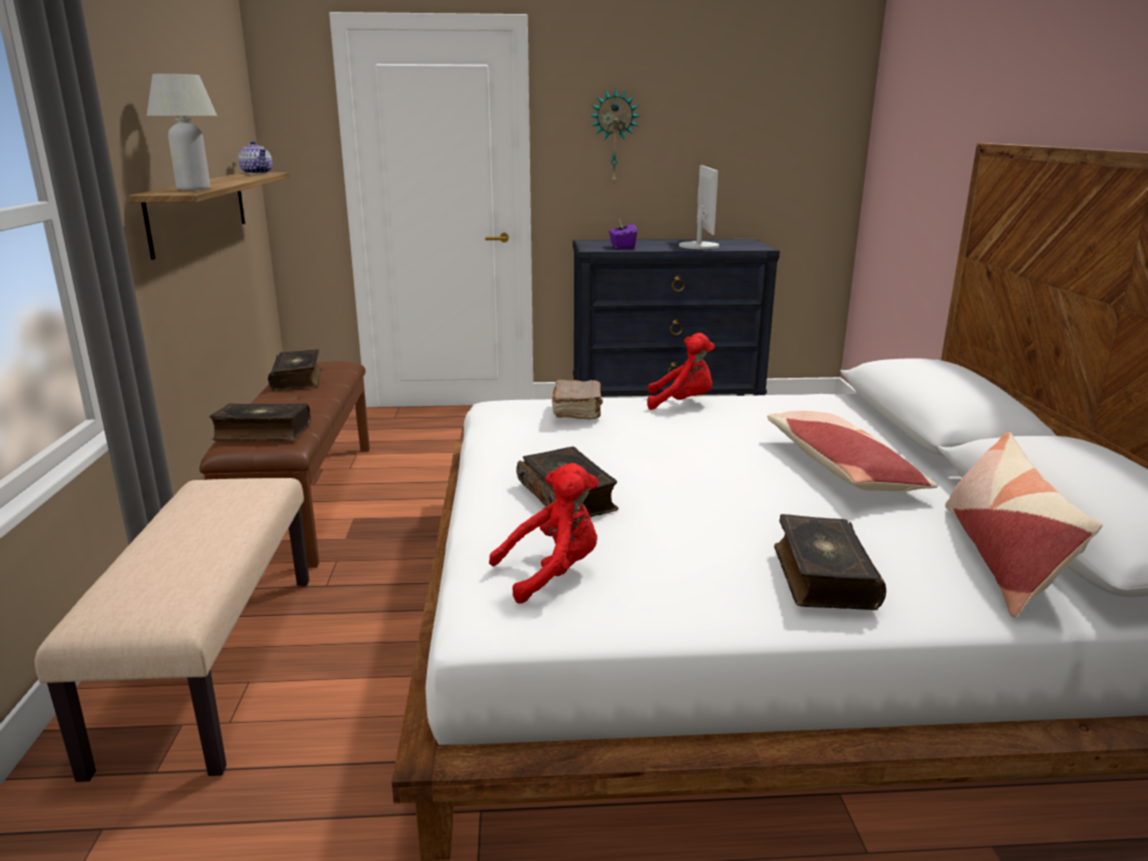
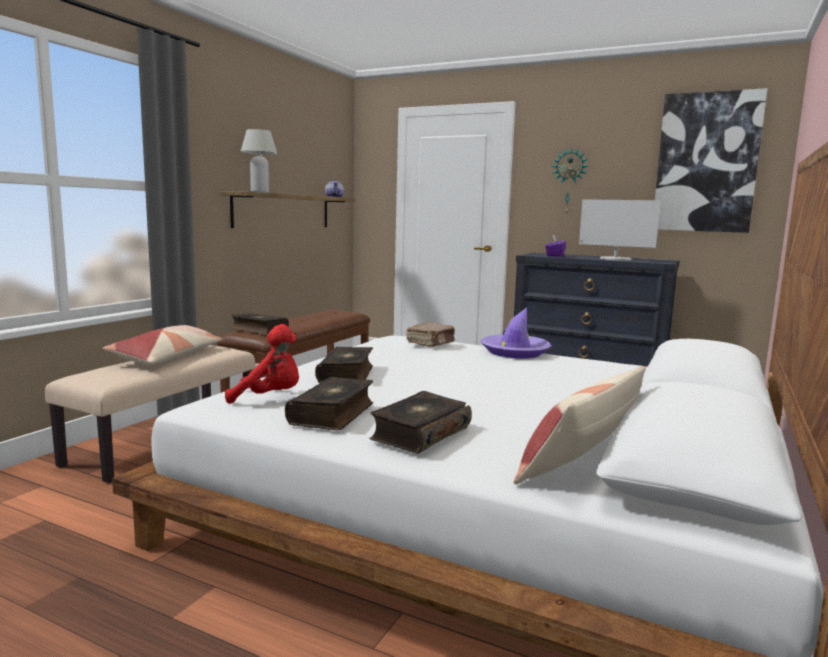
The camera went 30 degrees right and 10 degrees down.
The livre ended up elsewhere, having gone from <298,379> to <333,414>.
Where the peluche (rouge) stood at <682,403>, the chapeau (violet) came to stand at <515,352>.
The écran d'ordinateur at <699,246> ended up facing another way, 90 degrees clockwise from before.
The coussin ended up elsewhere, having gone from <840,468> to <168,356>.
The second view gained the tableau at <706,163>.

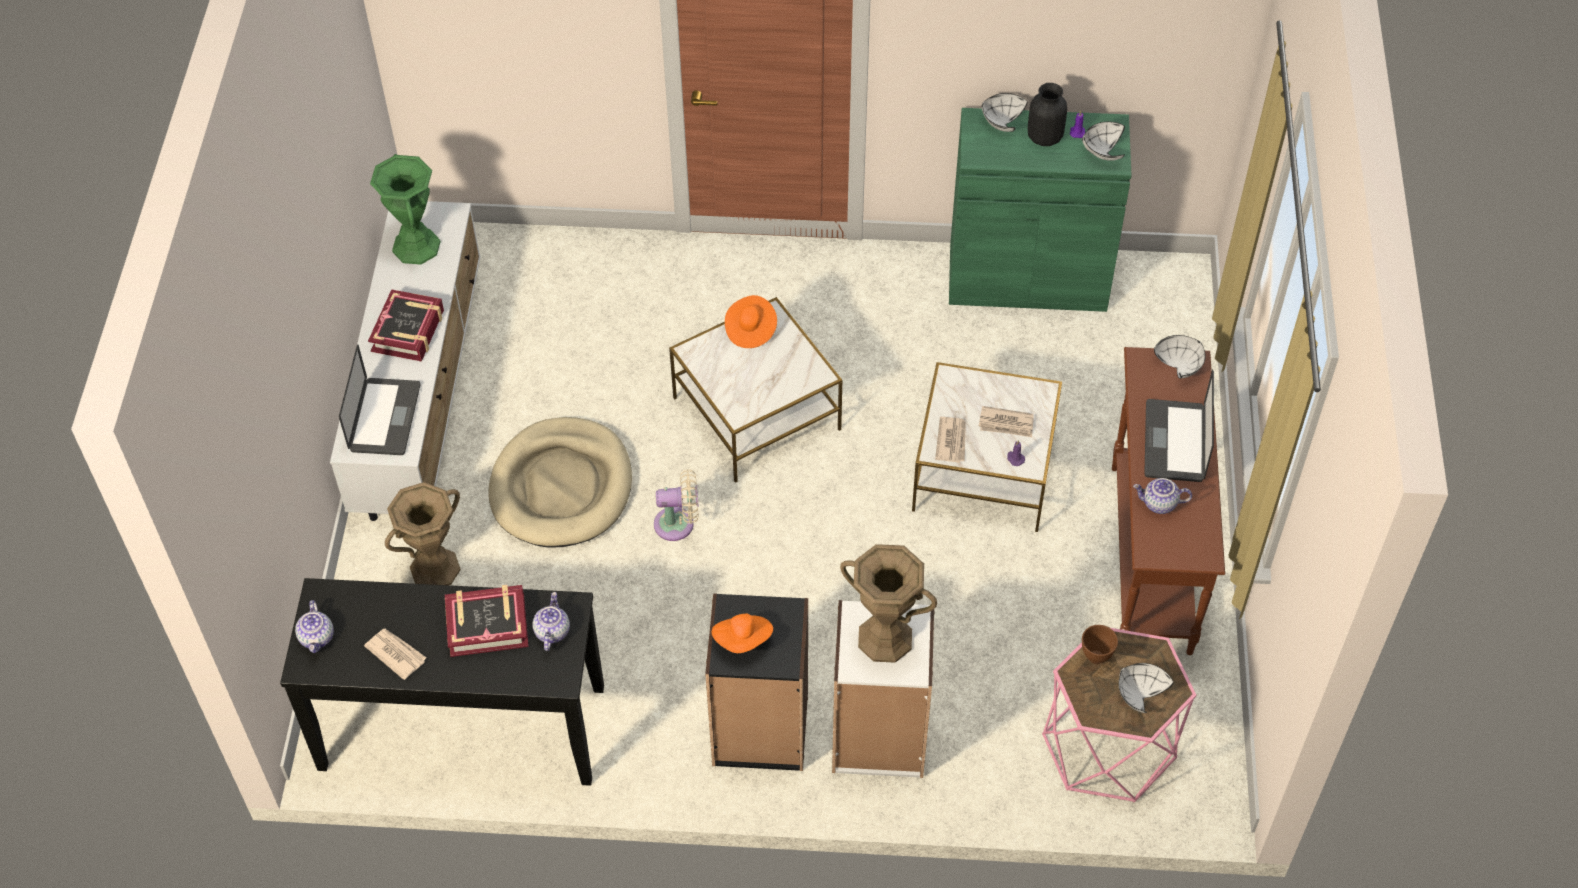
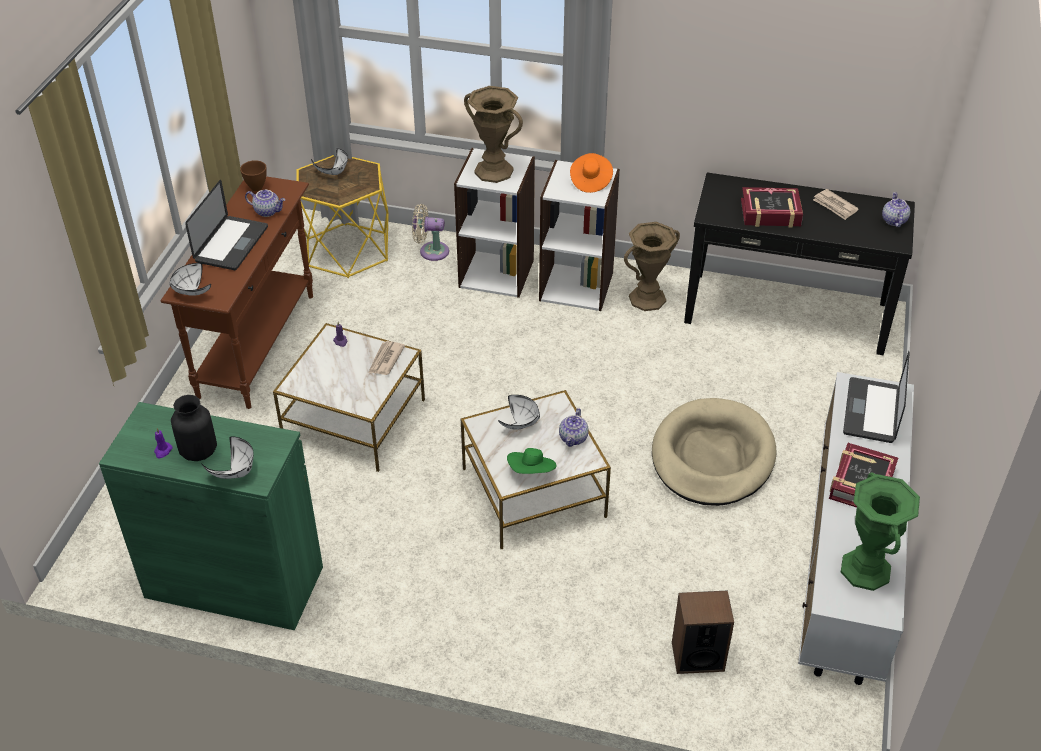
The camera went 170 degrees left and 10 degrees down.
The vase (marron) ended up elsewhere, having gone from <435,569> to <647,299>.
The théière ended up elsewhere, having gone from <551,631> to <573,438>.
The ventilateur (beige) ended up elsewhere, having gone from <678,524> to <431,251>.
What was the bibliothèque (noir) at <760,730> turned into the bibliothèque (blanc) at <576,286>.
What was the chapeau (orange) at <750,330> turned into the chapeau (vert) at <532,471>.
The second view lost the journal at <1006,424>.
What was the table d'appoint (rose) at <1108,746> turned into the table d'appoint (jaune) at <347,250>.
The bol (blanc) ended up elsewhere, having gone from <1101,153> to <521,423>.
The bol (marron) ended up elsewhere, having gone from <1095,657> to <257,187>.
The second view gained the enceinte at <697,656>.

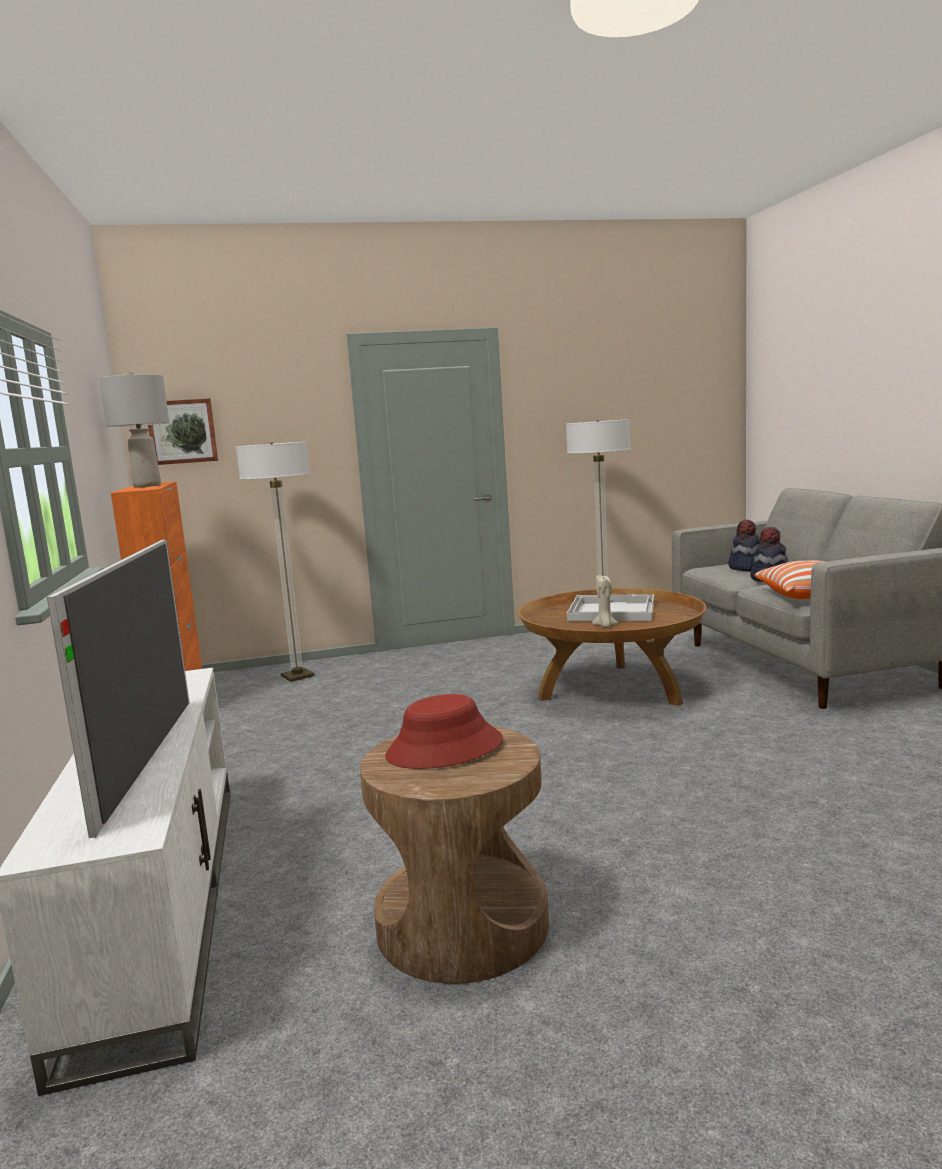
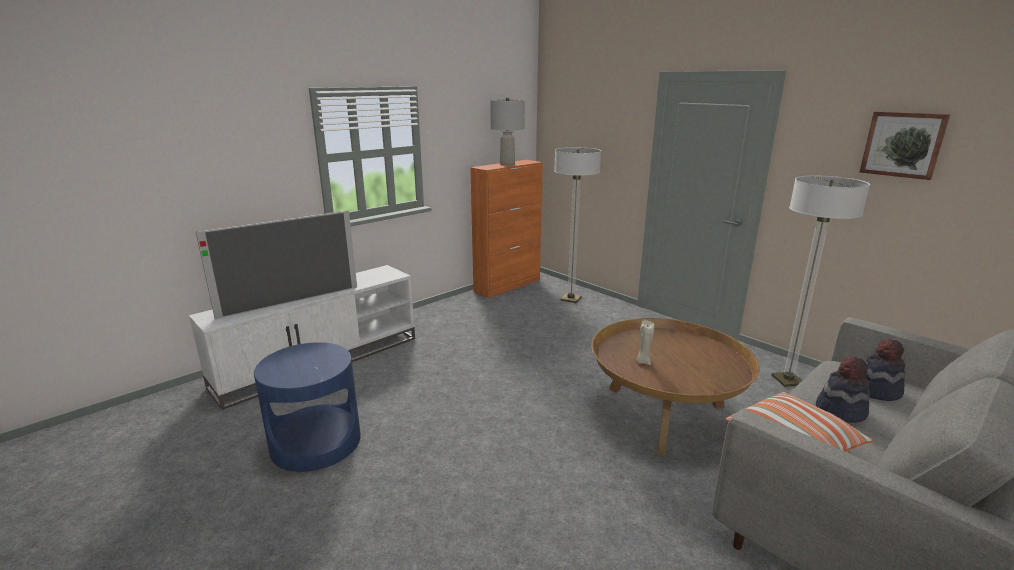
The camera went 60 degrees right and 10 degrees up.
The tableau ended up elsewhere, having gone from <182,431> to <903,144>.
What was the table d'appoint (marron) at <462,924> turned into the table d'appoint (bleu) at <316,442>.
The second view lost the chapeau (rouge) at <444,749>.
The second view lost the plateau (blanc) at <611,610>.

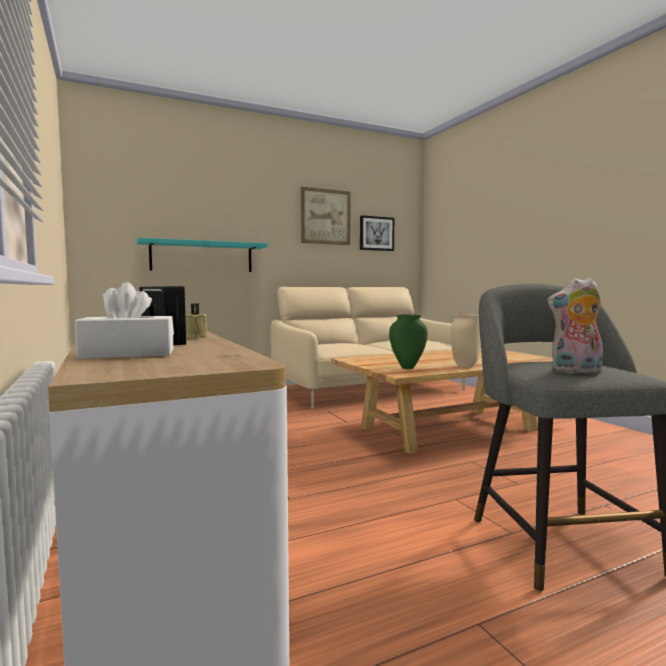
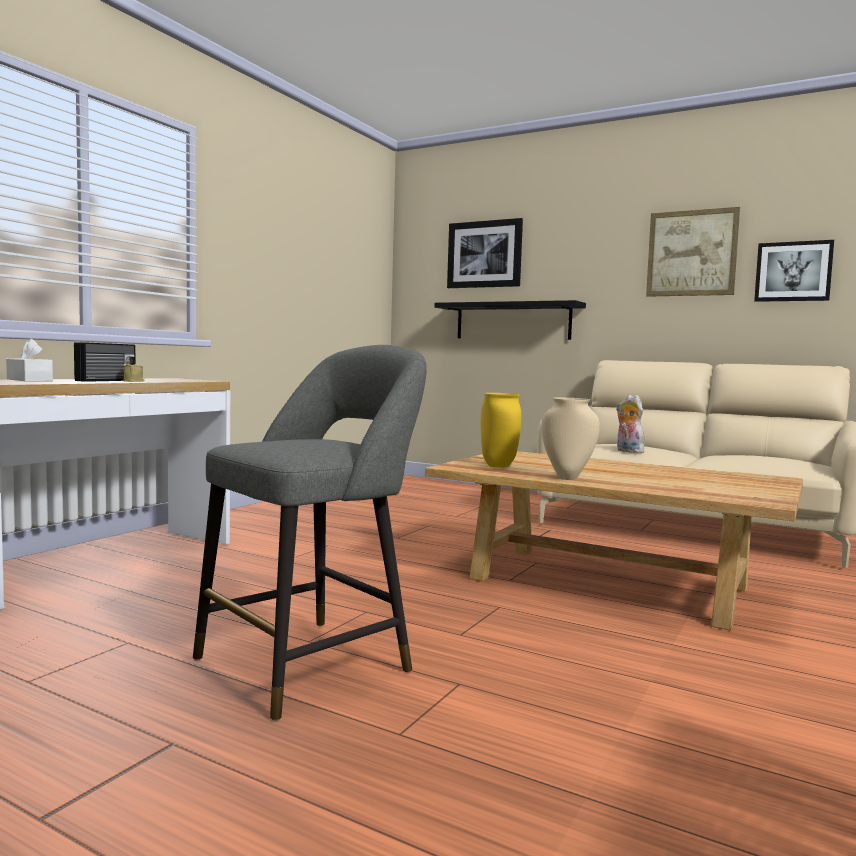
The camera went 55 degrees right and 0 degrees up.
What was the étagère (turquoise) at <202,257> turned into the étagère (noir) at <512,321>.
What was the vase (vert) at <407,368> turned into the vase (jaune) at <497,466>.
The peluche ended up elsewhere, having gone from <576,372> to <627,451>.
The second view gained the tableau at <484,254>.

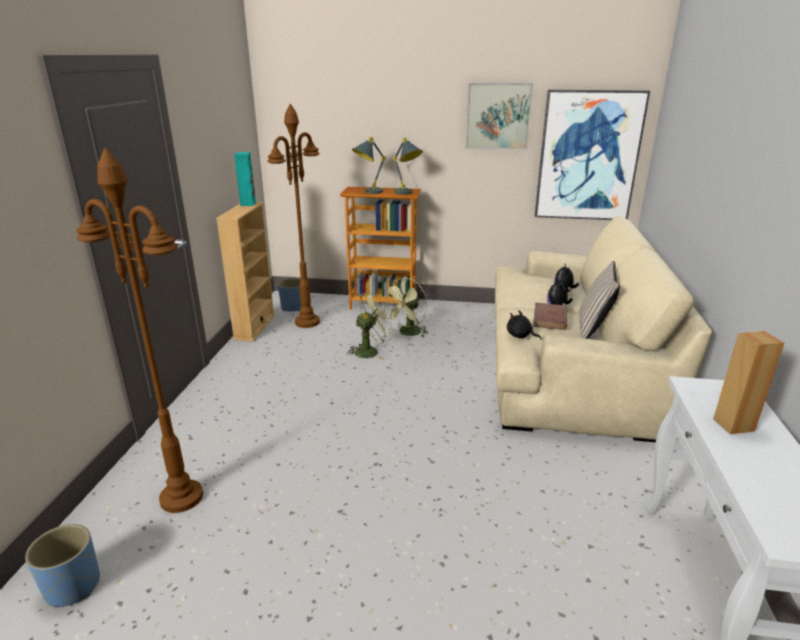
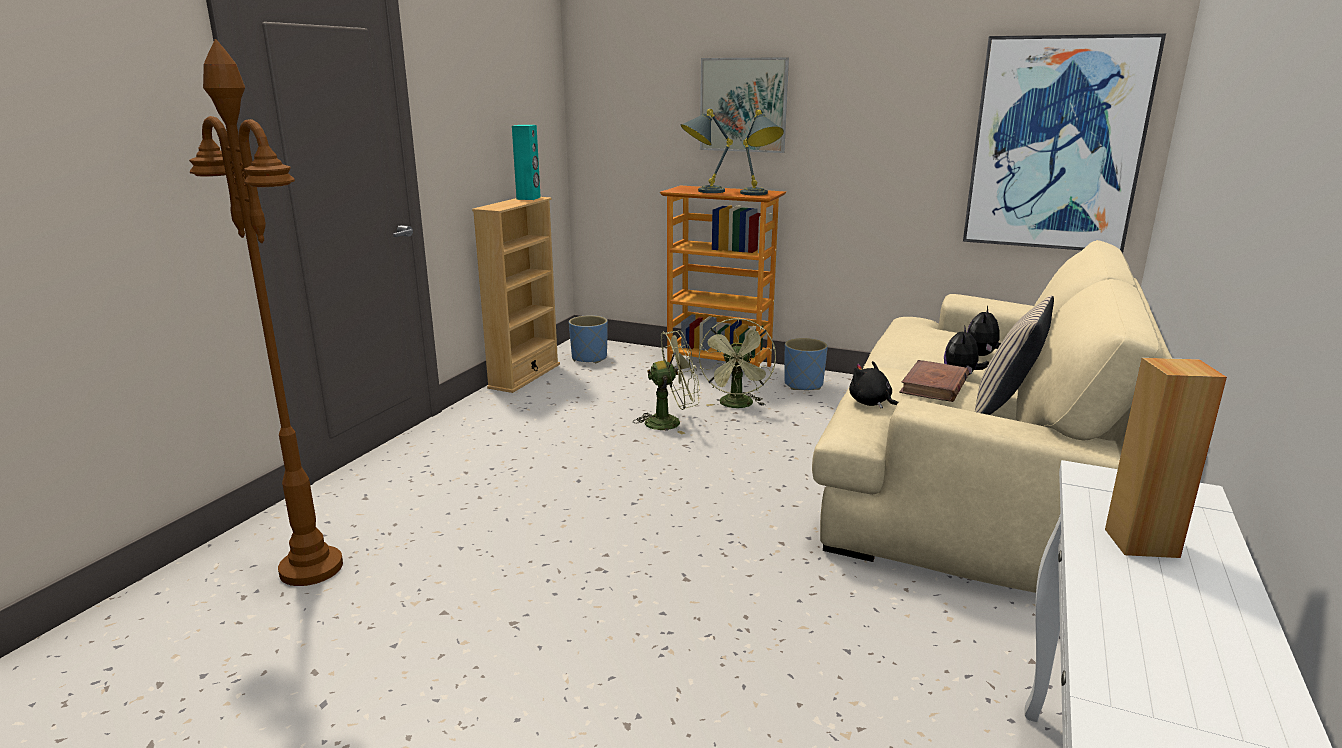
The camera went 15 degrees right and 5 degrees down.
The cache-pot (bleu) ended up elsewhere, having gone from <72,586> to <803,384>.
The second view lost the lampadaire (marron) at <307,322>.
The ventilateur (vert) at <407,333> ended up facing another way, 45 degrees counterclockwise from before.
The tableau ended up elsewhere, having gone from <498,116> to <743,105>.

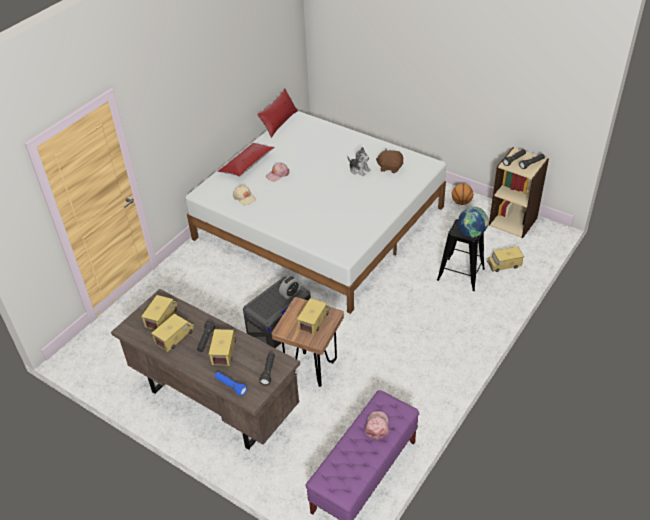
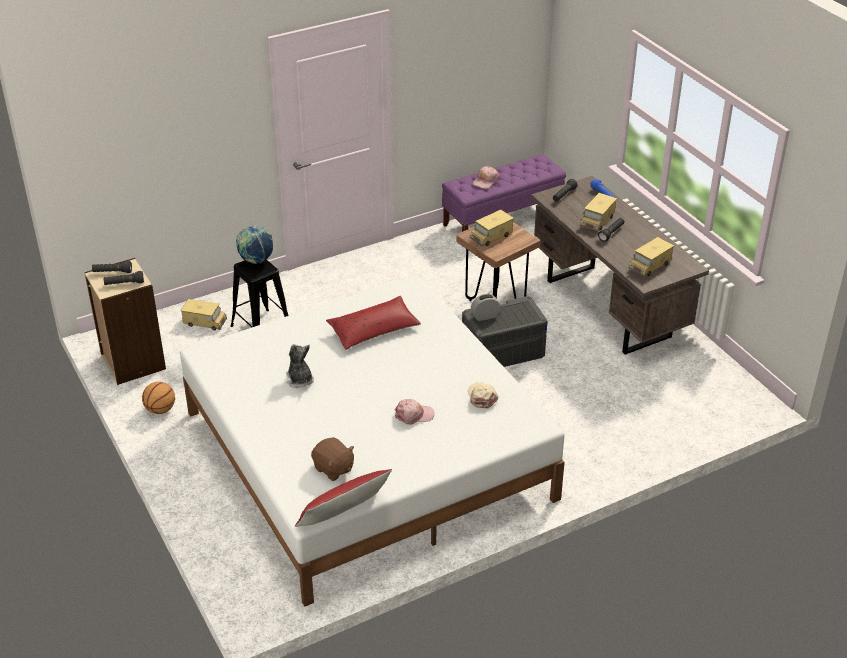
The camera went 155 degrees left and 5 degrees down.
The second view lost the camion jouet at <174,337>.
The coussin (rouge) ended up elsewhere, having gone from <247,164> to <373,330>.
The peluche (marron) ended up elsewhere, having gone from <390,167> to <333,468>.

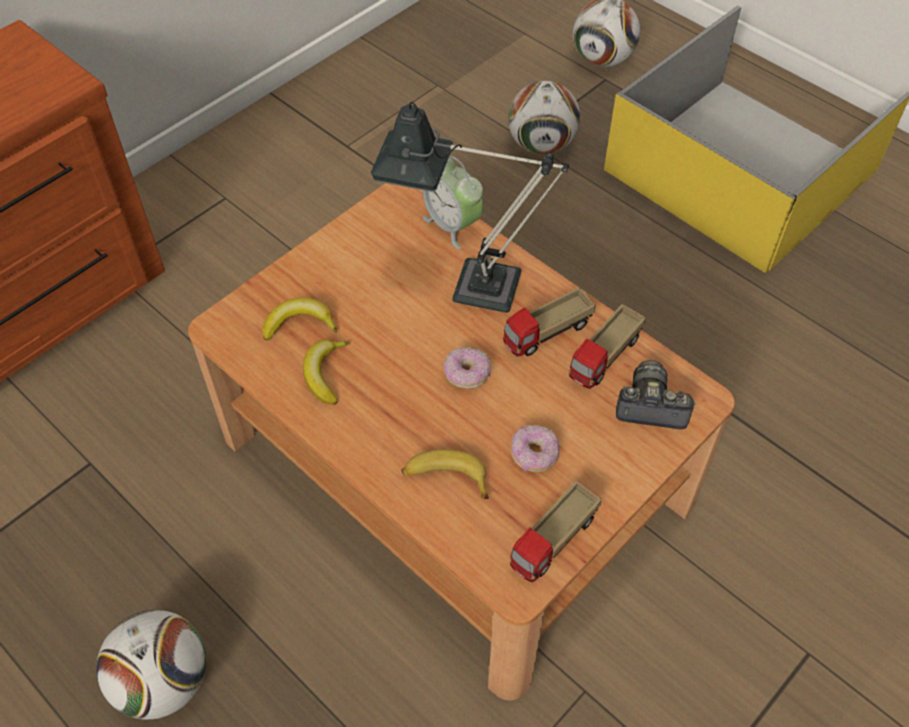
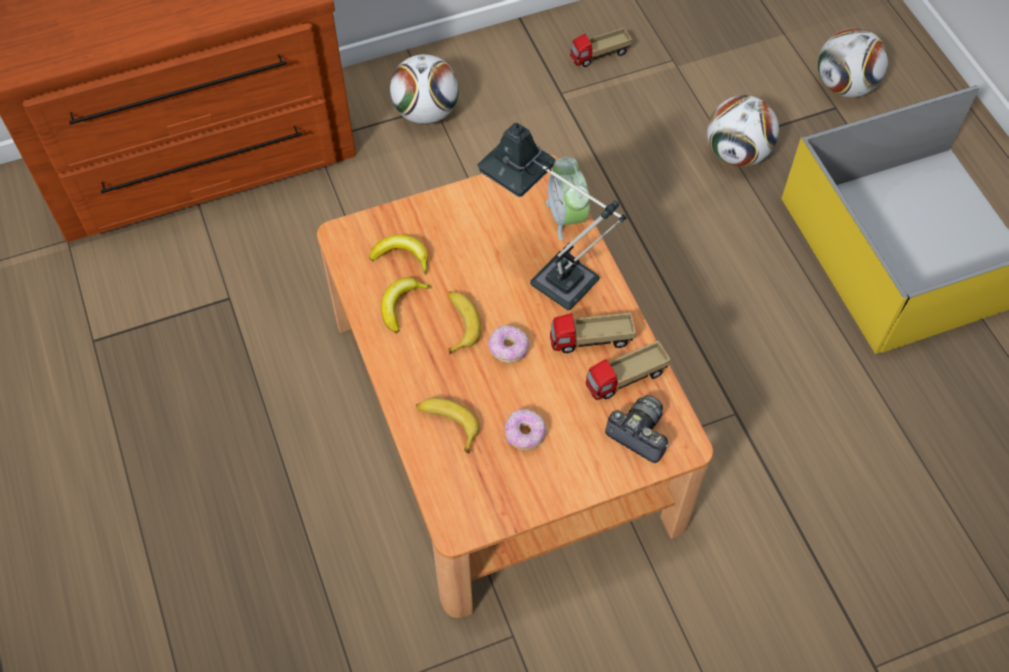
The camera went 25 degrees right and 5 degrees up.
The ballon de foot ended up elsewhere, having gone from <163,681> to <425,112>.
The camion jouet ended up elsewhere, having gone from <554,542> to <599,56>.
The second view gained the banane at <459,323>.

